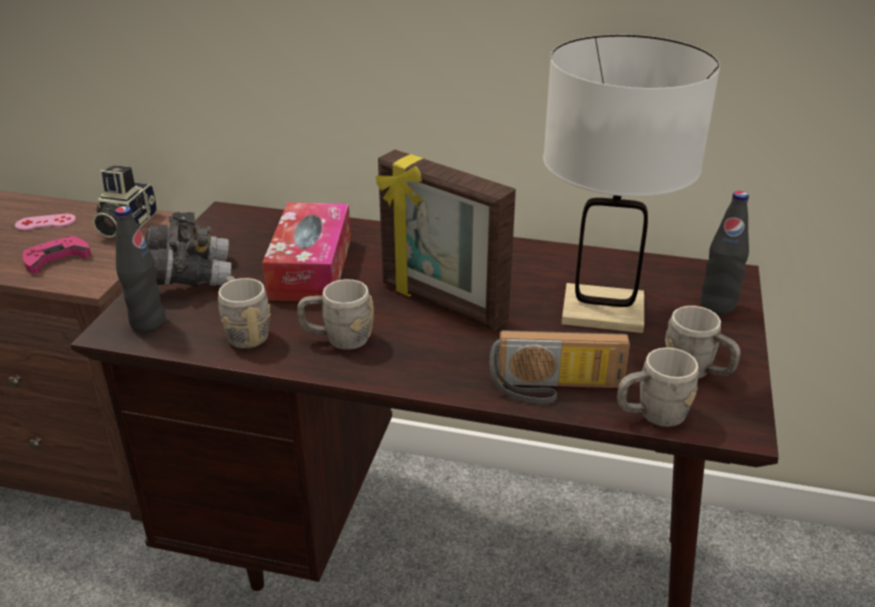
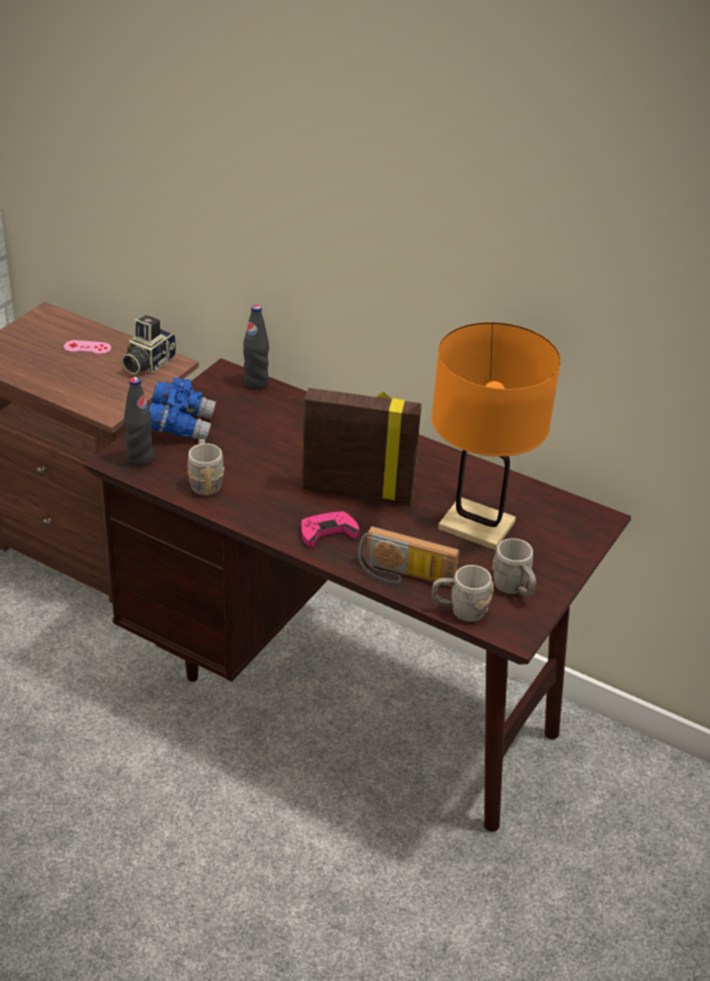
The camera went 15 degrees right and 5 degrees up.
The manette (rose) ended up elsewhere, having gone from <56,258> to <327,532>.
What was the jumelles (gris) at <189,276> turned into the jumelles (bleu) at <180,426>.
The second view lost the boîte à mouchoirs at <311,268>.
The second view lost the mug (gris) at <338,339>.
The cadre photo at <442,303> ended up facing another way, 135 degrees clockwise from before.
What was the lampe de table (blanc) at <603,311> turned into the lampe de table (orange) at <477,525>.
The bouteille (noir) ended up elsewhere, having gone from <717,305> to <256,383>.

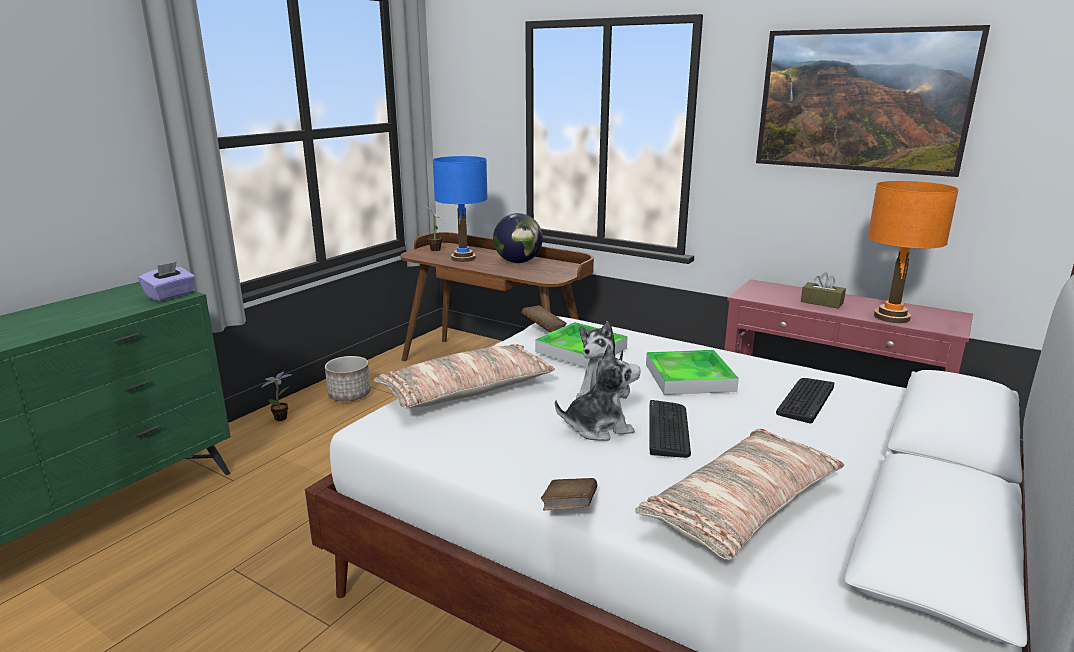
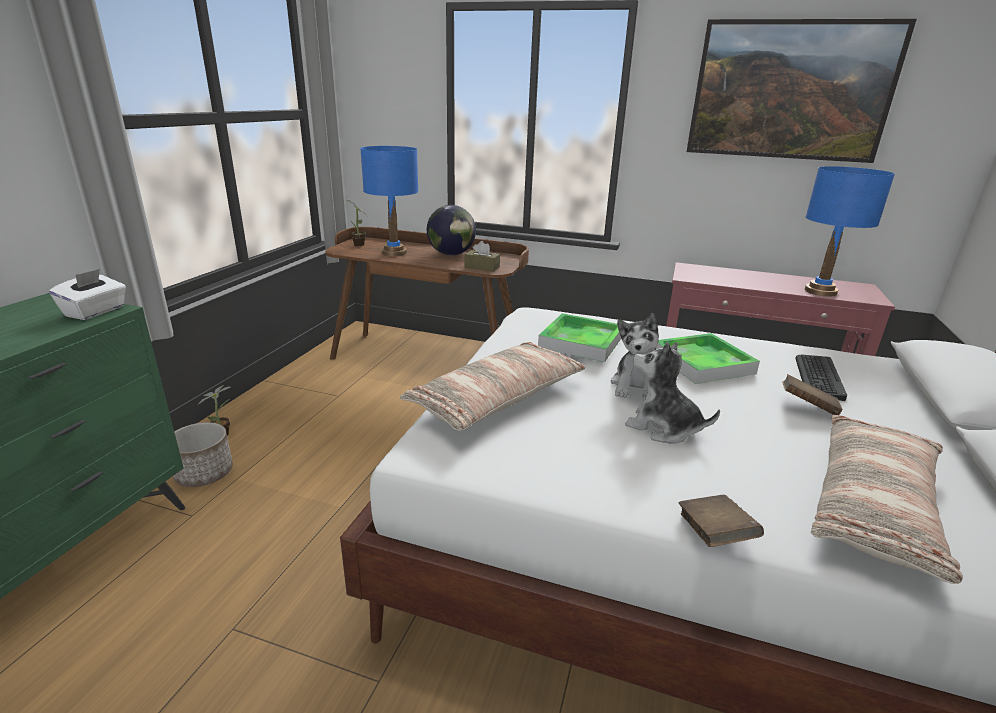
The camera went 15 degrees left and 5 degrees up.
What was the boîte à mouchoirs (violet) at <171,295> turned into the boîte à mouchoirs (blanc) at <96,311>.
The cache-pot ended up elsewhere, having gone from <350,395> to <204,473>.
The livre (marron) ended up elsewhere, having gone from <543,329> to <807,407>.
The peluche at <598,427> ended up facing another way, 120 degrees counterclockwise from before.
The second view lost the clavier at <668,429>.
The boîte à mouchoirs (marron) ended up elsewhere, having gone from <821,302> to <482,267>.
What was the lampe de table (orange) at <892,317> turned into the lampe de table (bleu) at <820,291>.

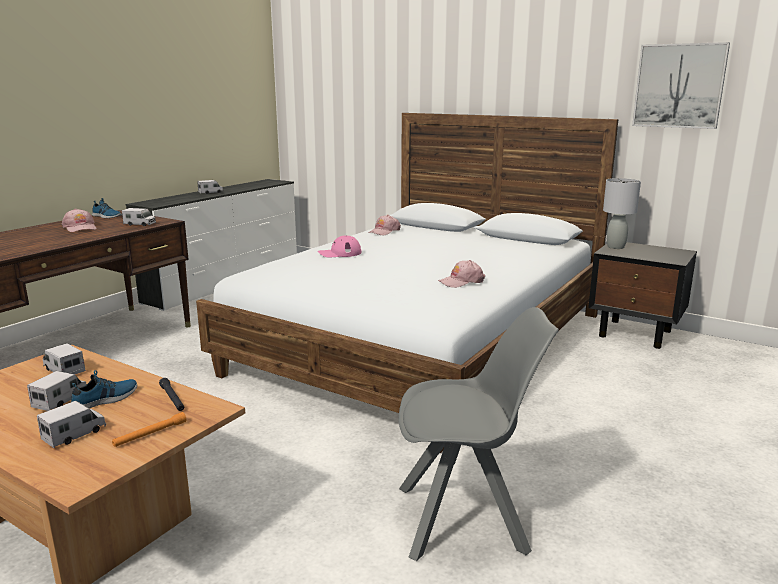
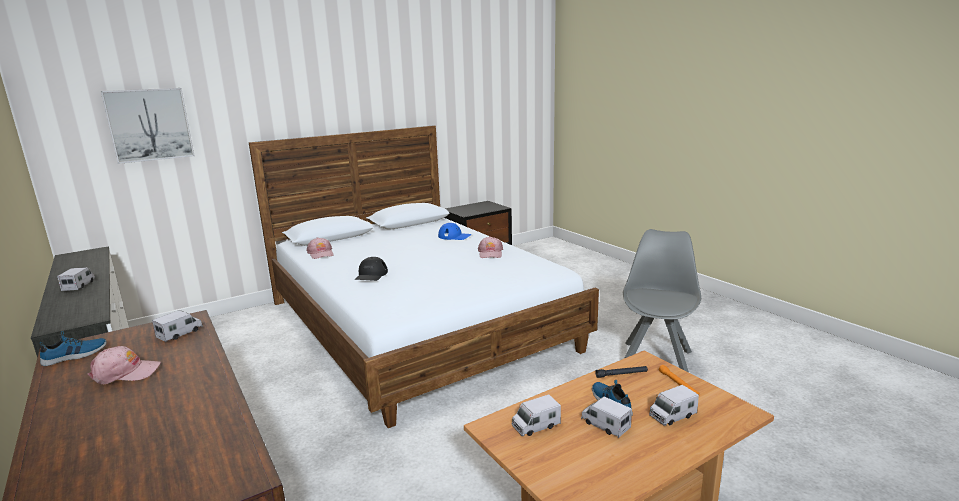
The camera went 65 degrees left and 0 degrees up.
The camion jouet at <75,434> ended up facing another way, 90 degrees counterclockwise from before.
What was the casquette (rose) at <339,253> turned into the casquette (noir) at <371,275>.
The second view lost the lampe de table (gris) at <615,247>.
The tableau ended up elsewhere, having gone from <679,86> to <149,125>.
The second view gained the casquette (bleu) at <454,236>.

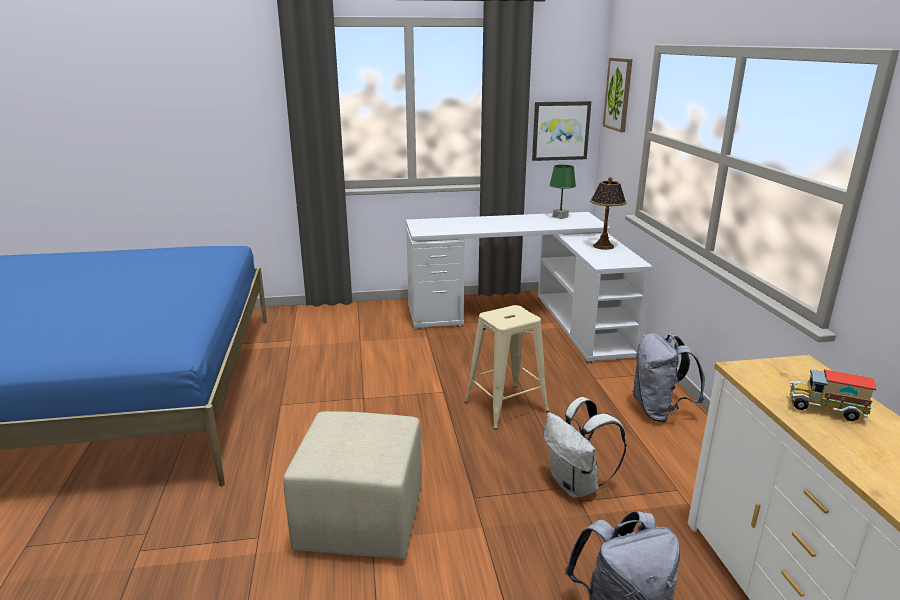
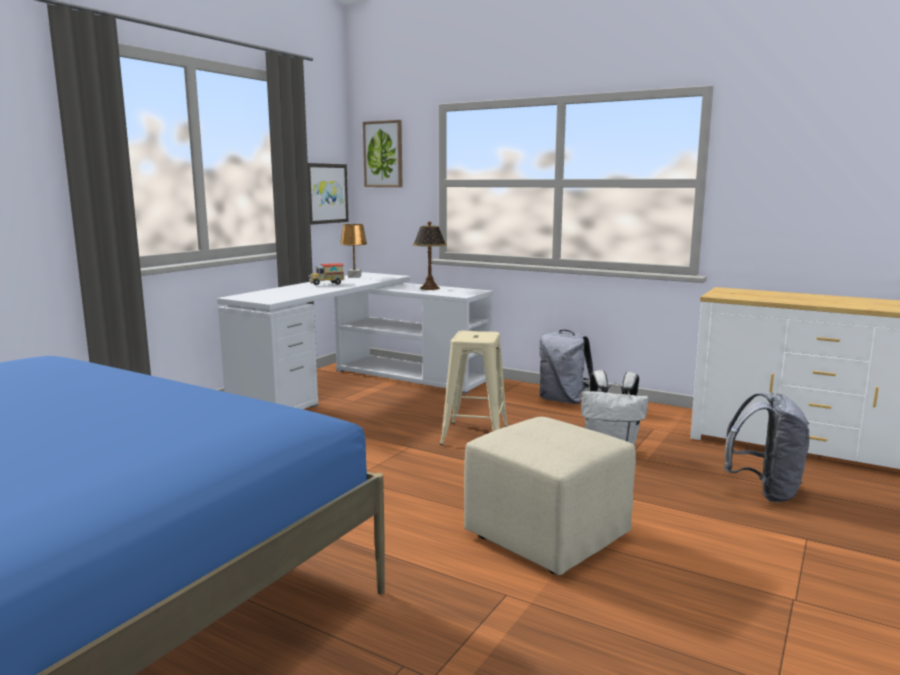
The camera went 50 degrees left and 10 degrees down.
What was the lampe de table (vert) at <560,217> turned into the lampe de table (marron) at <354,277>.
The camion jouet ended up elsewhere, having gone from <825,409> to <326,284>.

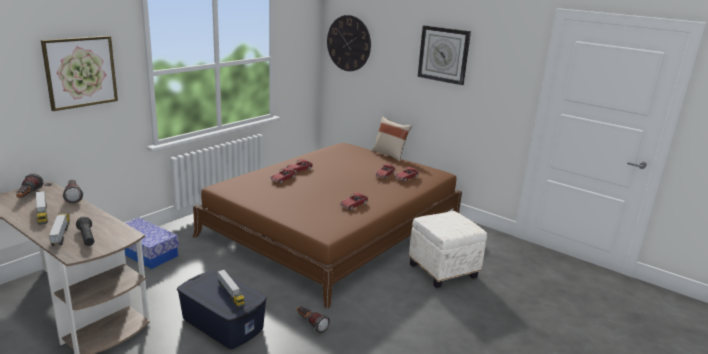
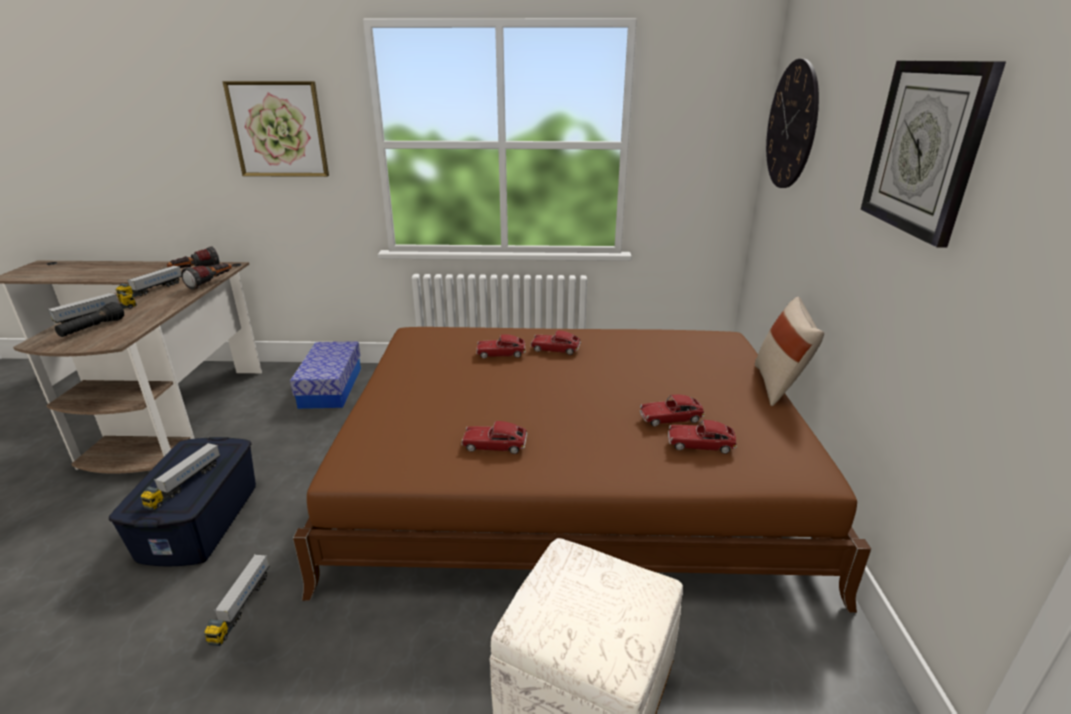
The camera went 55 degrees right and 5 degrees up.
Where the lampe de poche stood at <310,324>, the camion jouet came to stand at <241,606>.

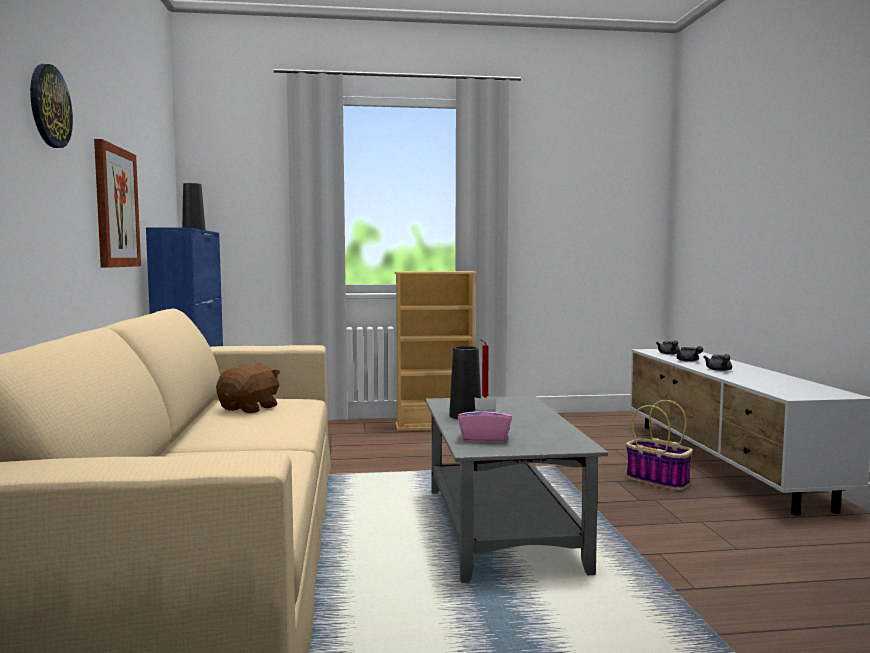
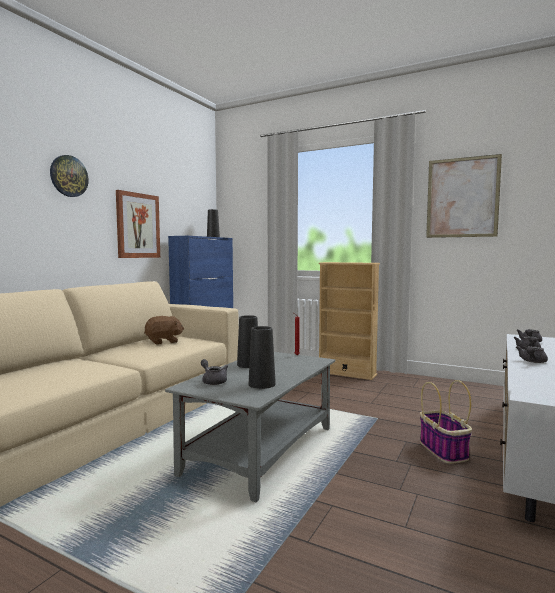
The camera went 35 degrees right and 0 degrees up.
Where the boîte à mouchoirs (rose) stood at <484,438>, the théière (gris) came to stand at <213,381>.
The second view gained the vase (noir) at <262,384>.
The second view gained the tableau at <462,197>.

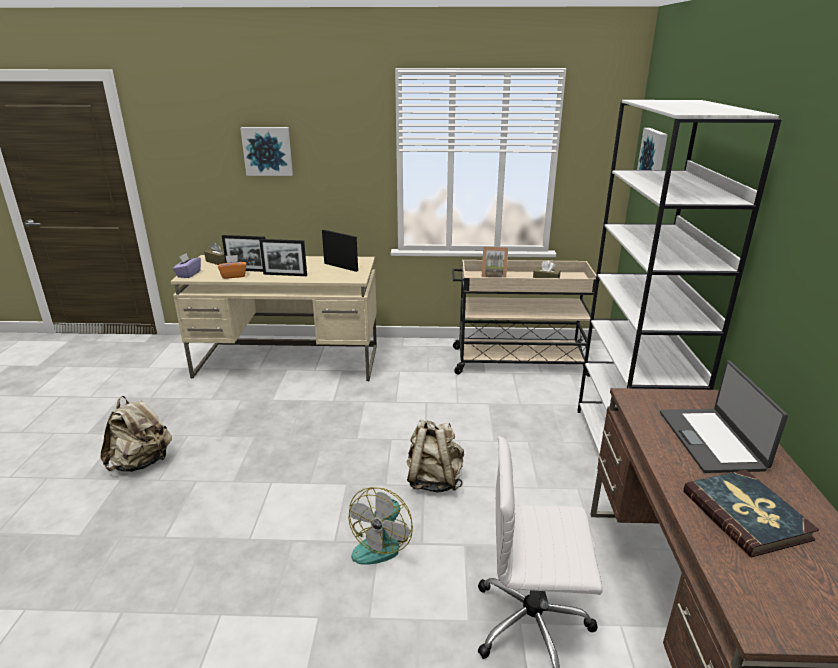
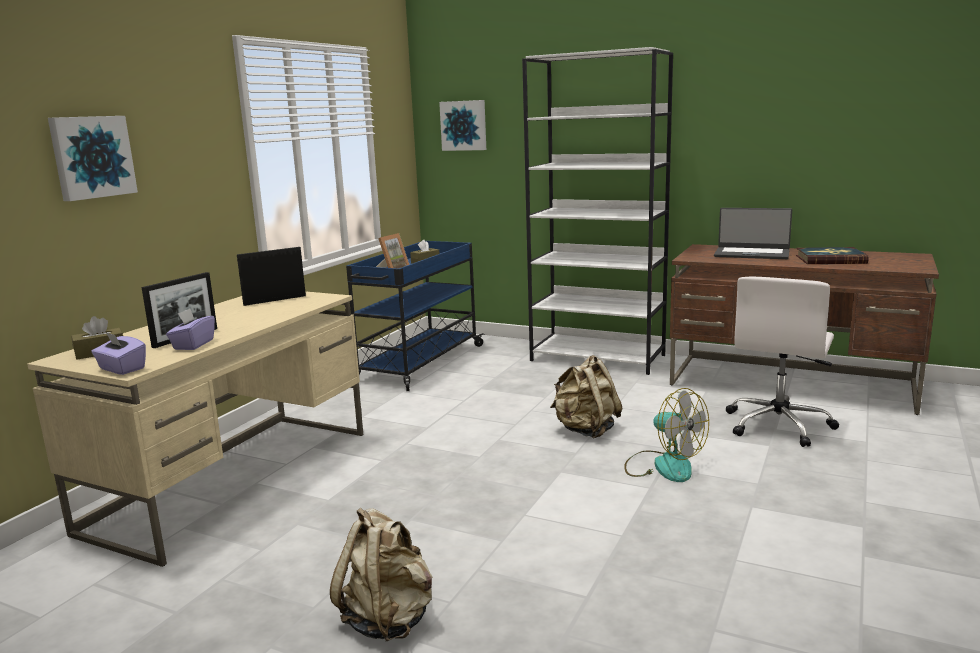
The camera went 65 degrees left and 10 degrees down.
What was the boîte à mouchoirs (orange) at <234,275> turned into the boîte à mouchoirs (violet) at <193,345>.
The second view lost the cadre photo at <285,275>.
What was the chariot (beige) at <517,361> turned into the chariot (bleu) at <419,364>.

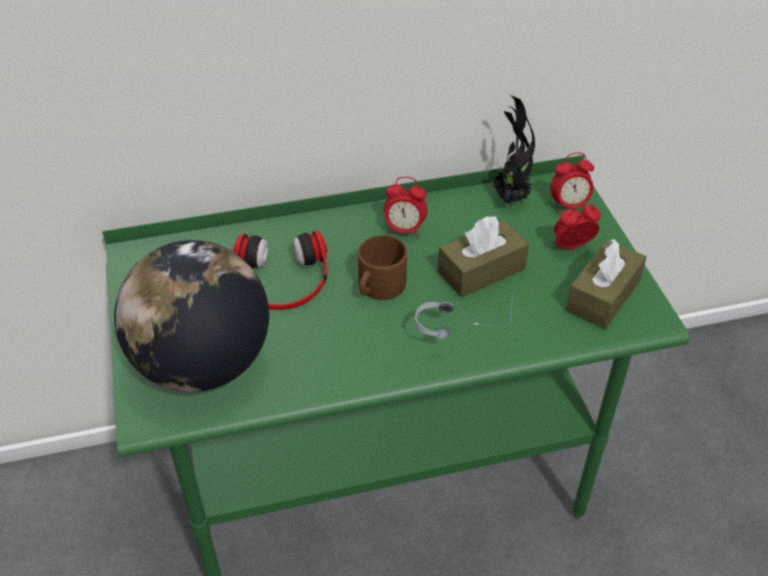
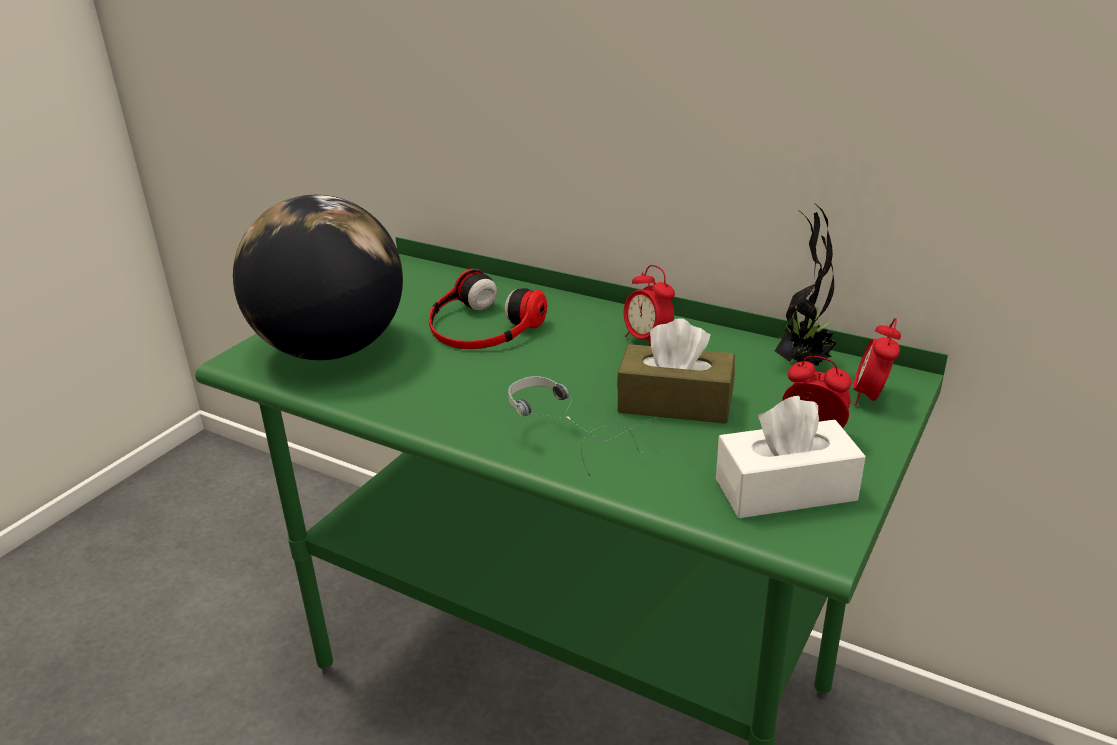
The camera went 45 degrees right and 15 degrees down.
The second view lost the mug (marron) at <378,287>.
The réveil at <569,205> ended up facing another way, 75 degrees clockwise from before.
What was the boîte à mouchoirs (marron) at <603,296> turned into the boîte à mouchoirs (blanc) at <785,489>.

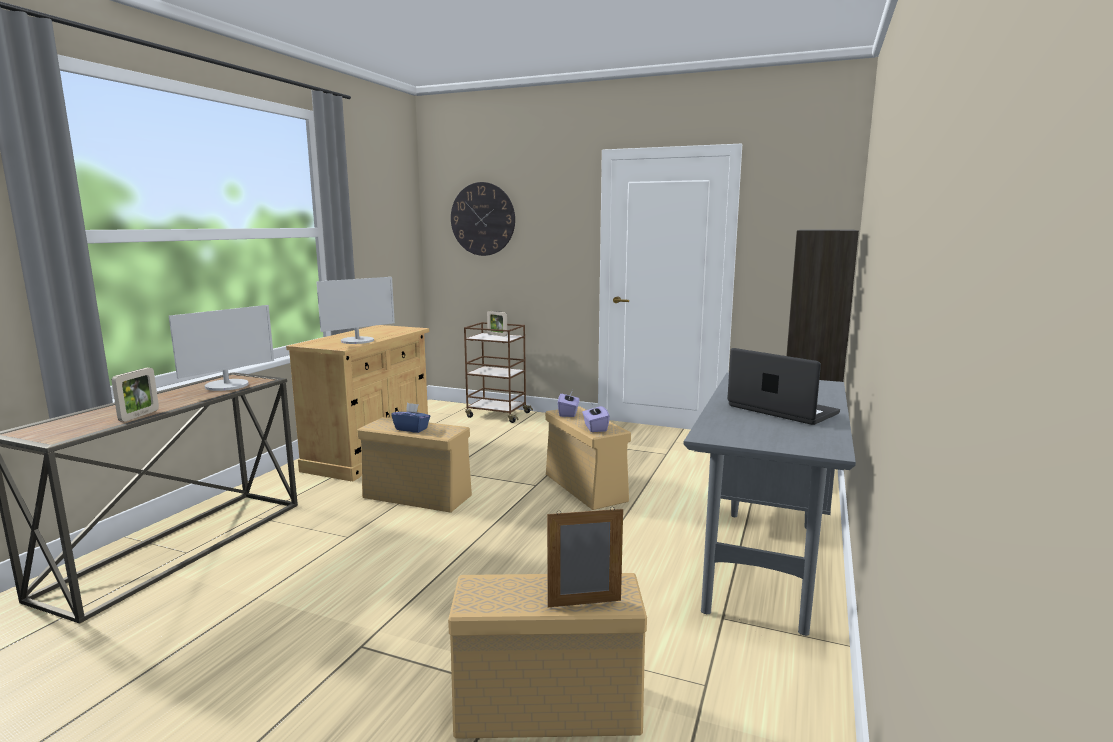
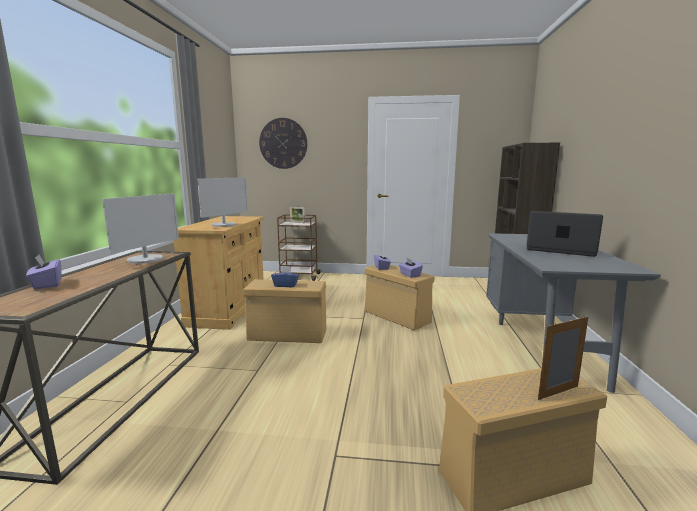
The camera went 15 degrees left and 0 degrees up.
The second view lost the cadre photo at <139,415>.
The second view gained the boîte à mouchoirs (violet) at <47,284>.

